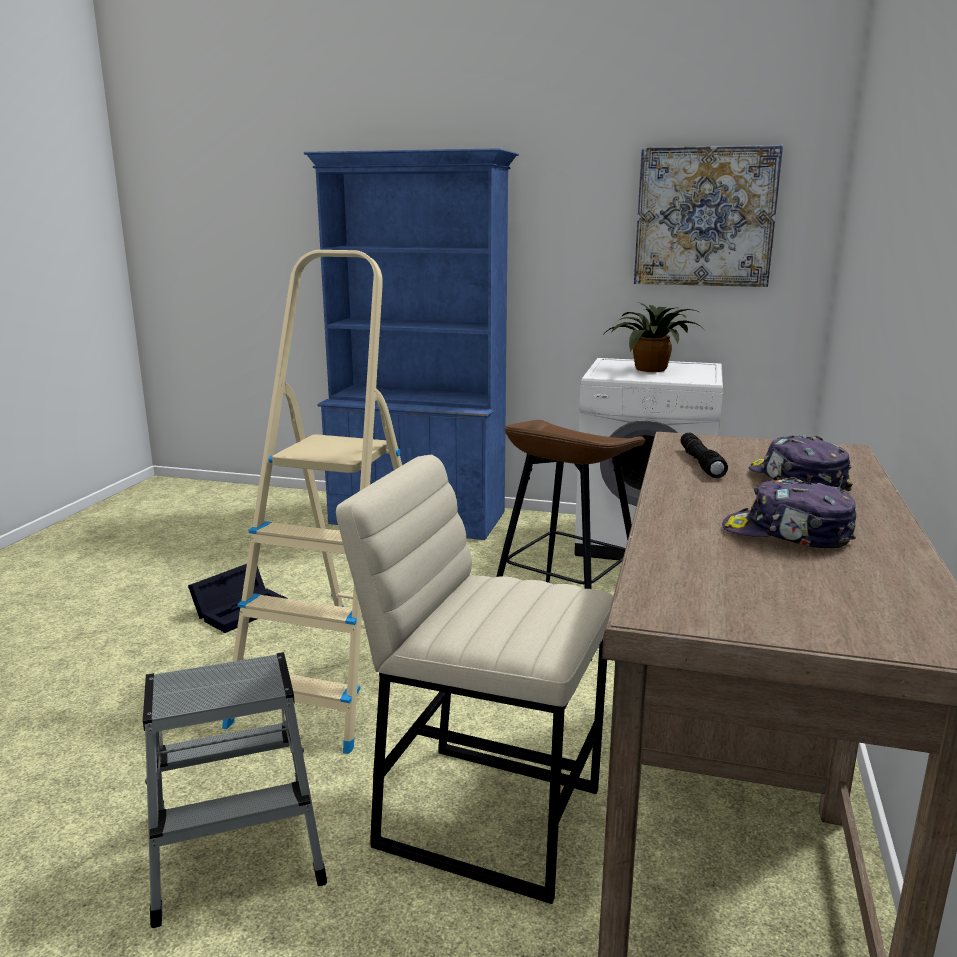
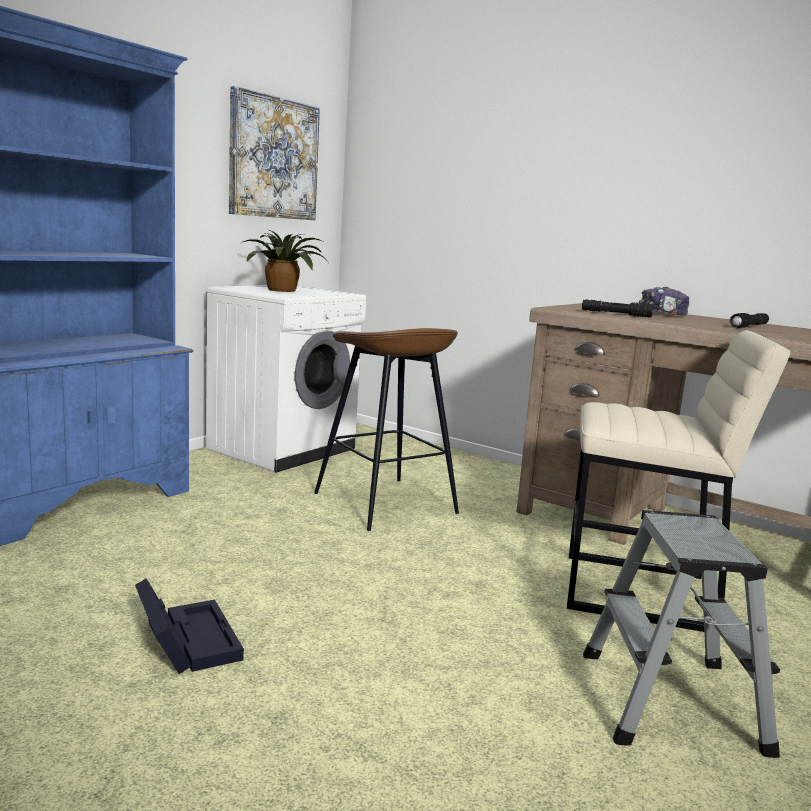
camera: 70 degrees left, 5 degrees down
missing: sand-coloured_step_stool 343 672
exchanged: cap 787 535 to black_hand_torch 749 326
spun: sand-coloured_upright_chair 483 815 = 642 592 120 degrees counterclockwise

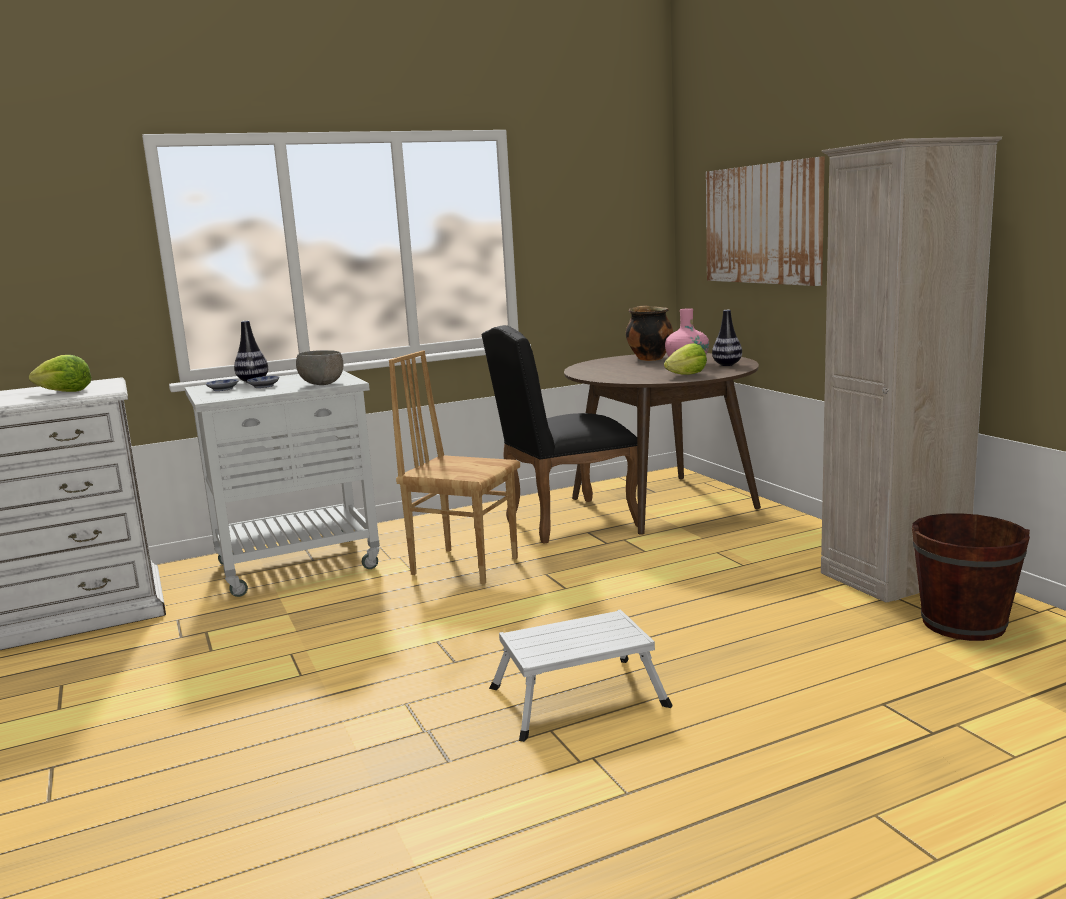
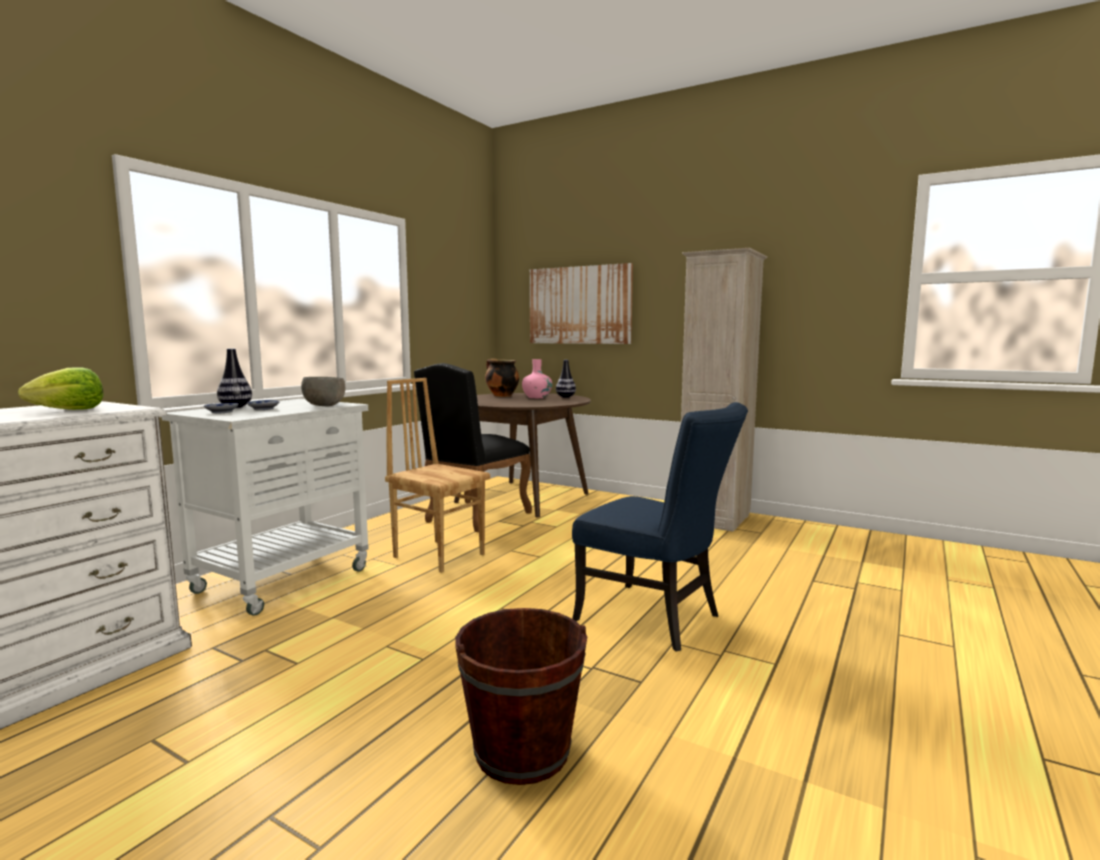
camera: 35 degrees left, 5 degrees down
missing: lettuce_head 686 375
relocated: brownish_pail 963 624 to 522 751
exchanged: whitish_step_stool 577 697 to blue_upright_chair 656 618
spun: brownish_upright_chair 465 565 = 439 555 45 degrees clockwise

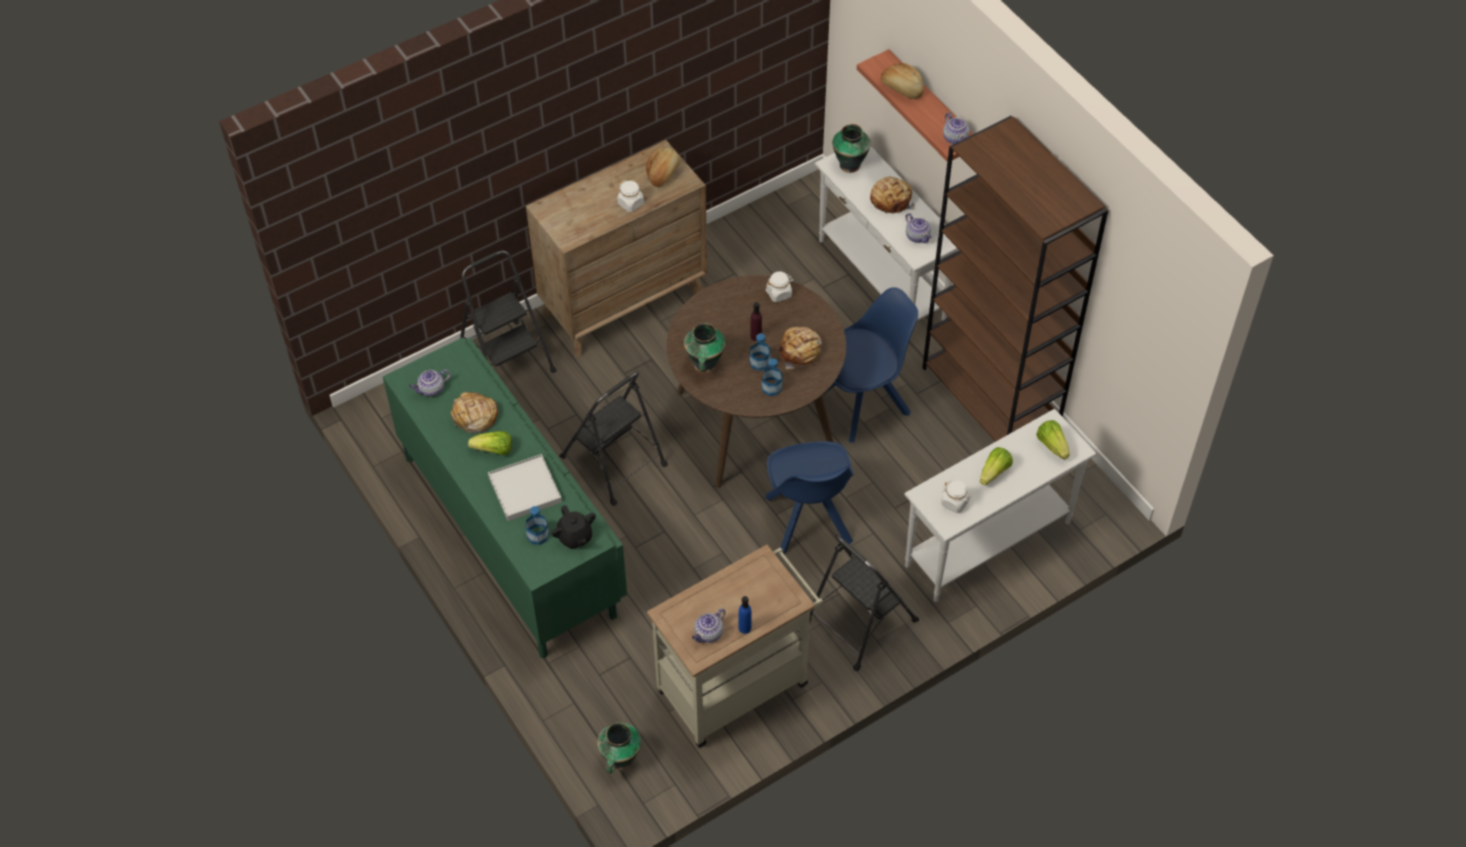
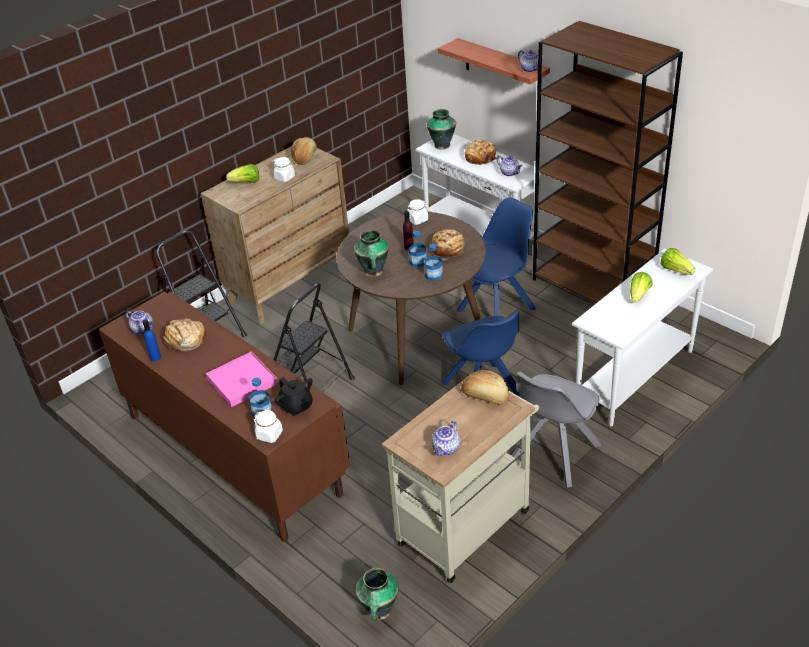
camera: 10 degrees left, 15 degrees down
relocated: bakery_bread 902 88 to 485 396; lettuce_head 494 450 to 246 182; whitish_storage_jar 955 503 to 269 435; blue_drink_bottle 744 628 to 155 357
exchanged: black_step_stool 858 622 to grey_upright_chair 553 454
colour: greenish_cupboard 512 533 to brownish_cupboard 235 451; whitish_tray 525 489 to pink_tray 242 381
spun: teapot 431 390 = 143 329 105 degrees counterclockwise

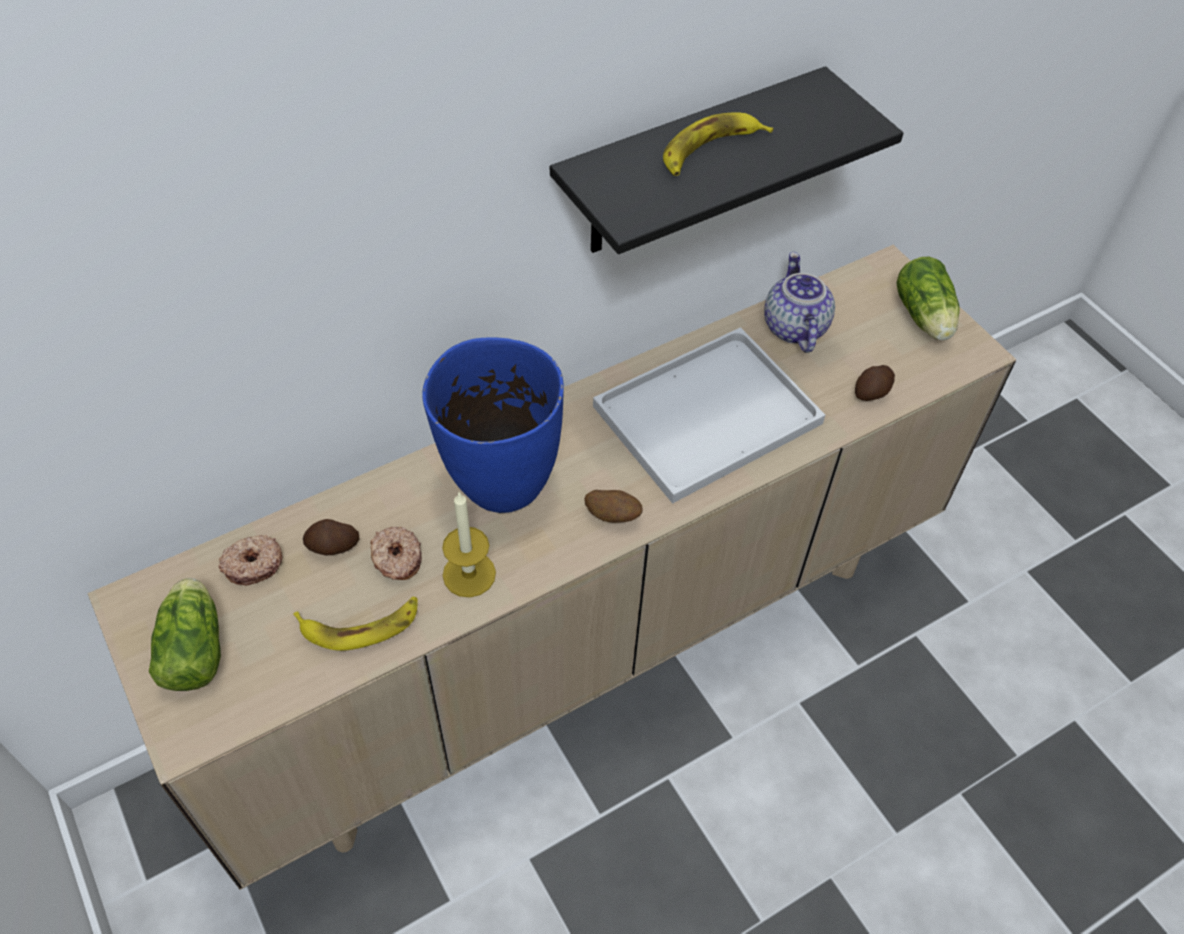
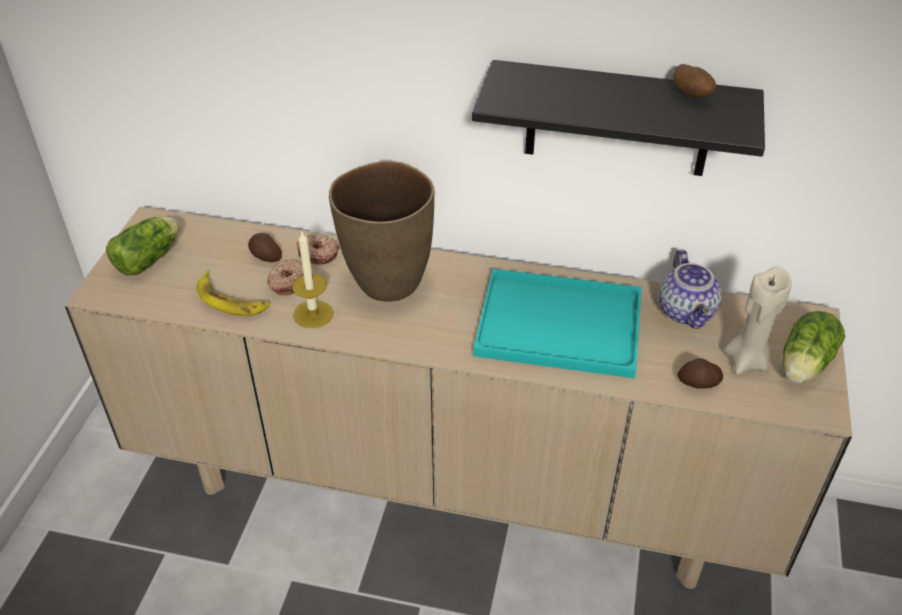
camera: 45 degrees right, 10 degrees down
missing: whole_banana 710 150
appeared: sand-coloured_candle 746 360
relocated: potato 613 515 to 691 96; ring_doughnut 253 564 to 318 253
colour: whitish_tray 705 418 to turquoise-coloured_tray 555 325; blue_decorative_vase 500 484 to brownish_decorative_vase 387 282
spun: teapot 793 327 = 687 312 135 degrees clockwise

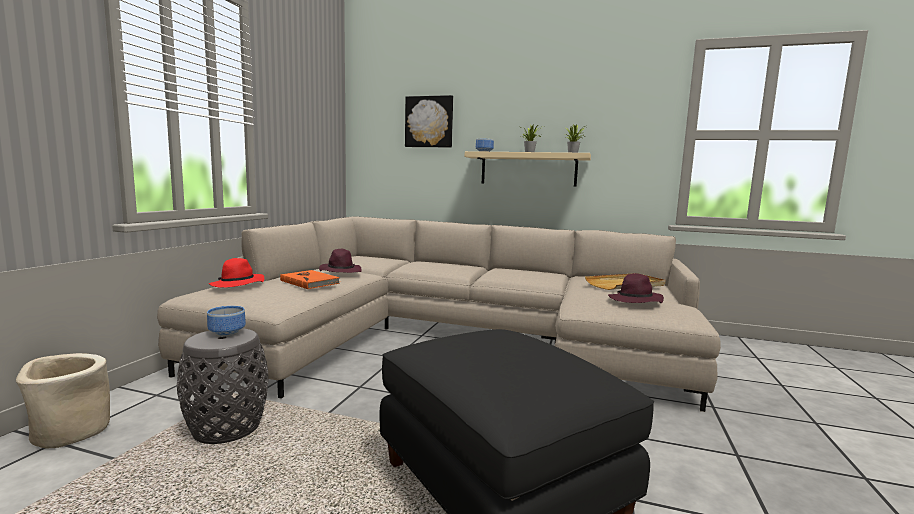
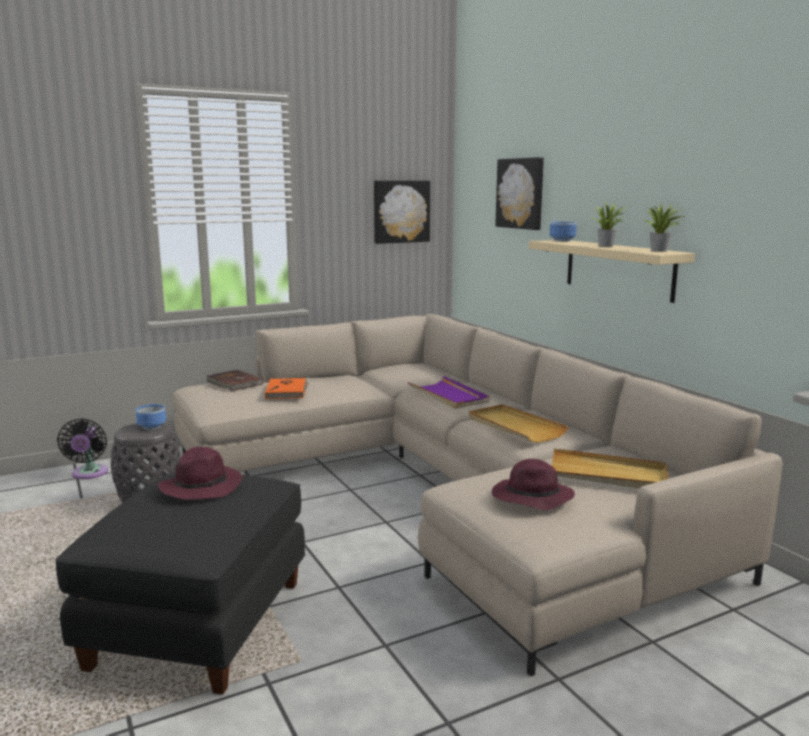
camera: 45 degrees right, 5 degrees up
appeared: wall_picture 401 211; purple-coloured_tray 448 396; sand-coloured_tray 515 427
relocated: purple-coloured_clothing_hat 340 271 to 202 486
exchanged: red_clothing_hat 238 285 to brownish_bound_book 234 383; sand-coloured_plant_pot 69 432 to black_electric_fan 89 474

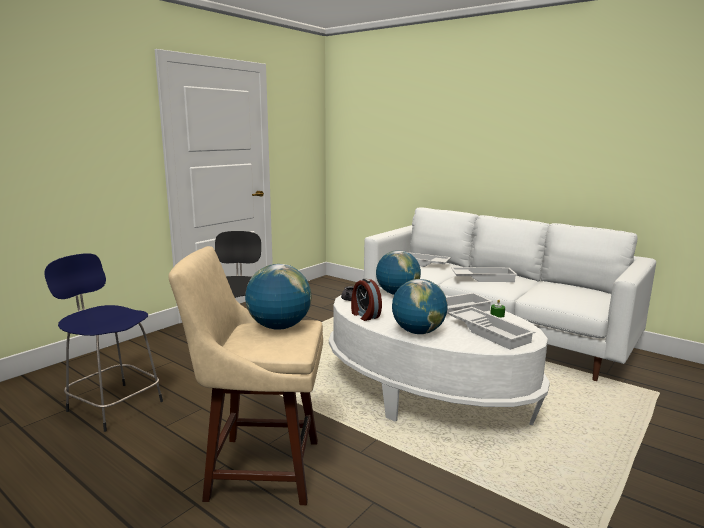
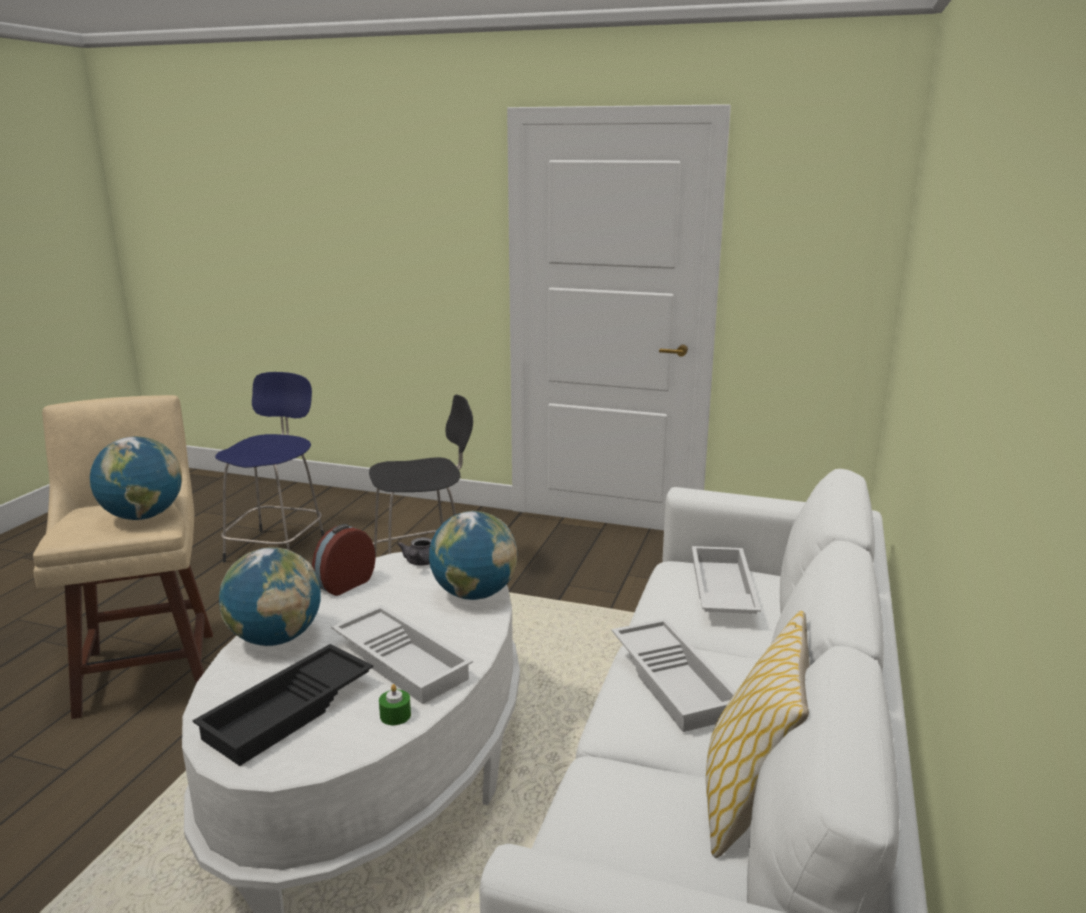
camera: 70 degrees right, 5 degrees up
appeared: cushion 749 799
colour: whitish_tray 490 332 to black_tray 289 712

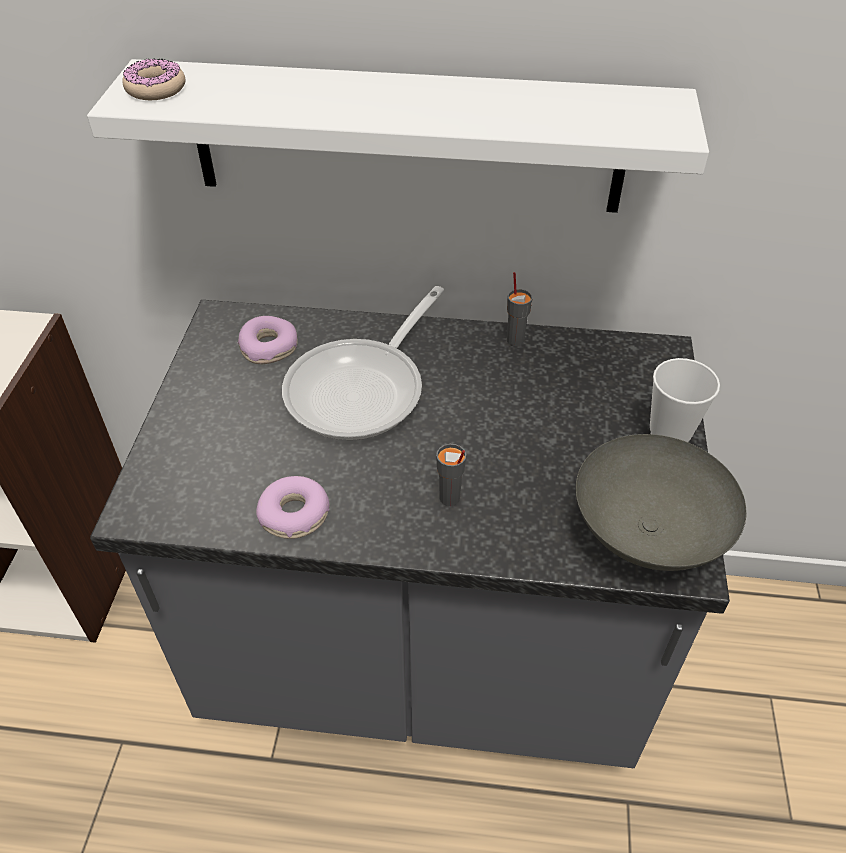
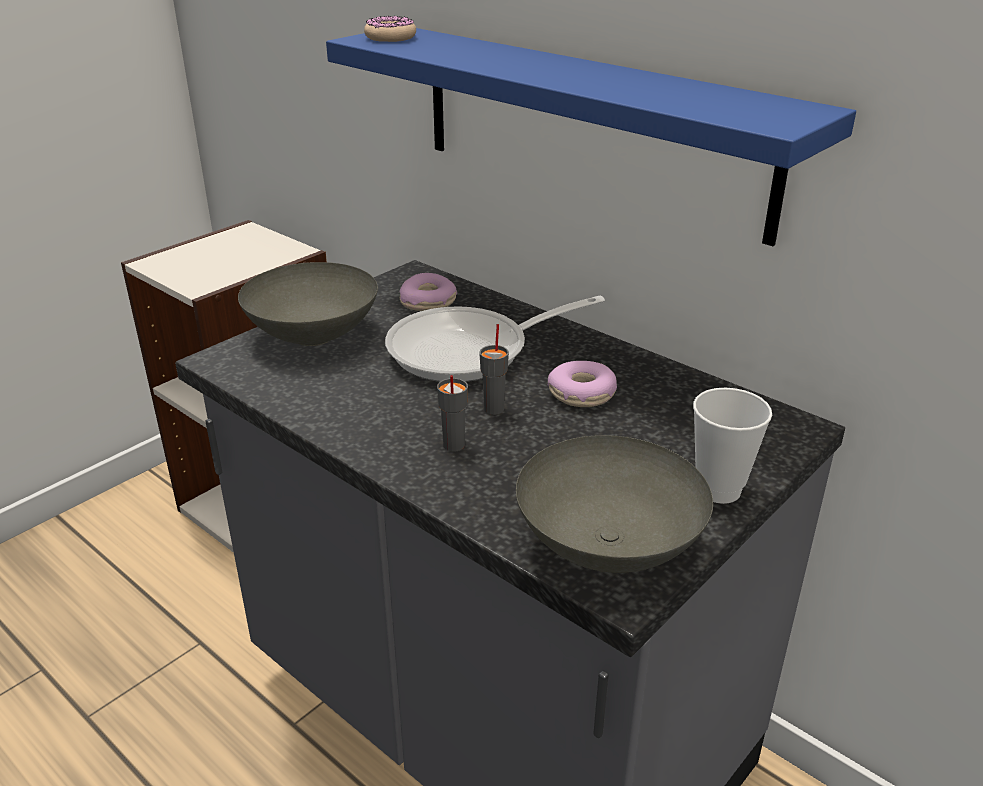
camera: 35 degrees right, 15 degrees down
appeared: grey_deep_dish 315 335
relocated: grey_drinking_cup 515 340 to 494 408; ring_doughnut 294 515 to 582 394
colour: whitish_bracket_shelf 407 138 to blue_bracket_shelf 588 128

